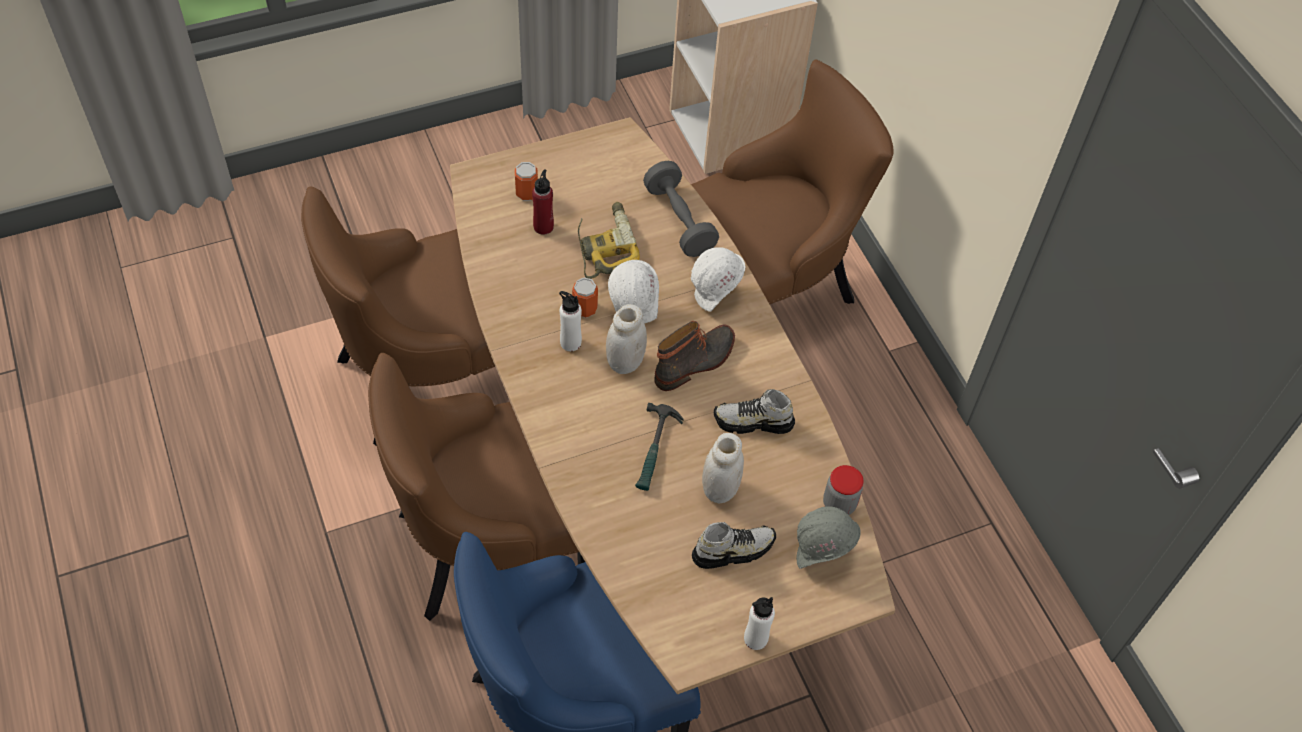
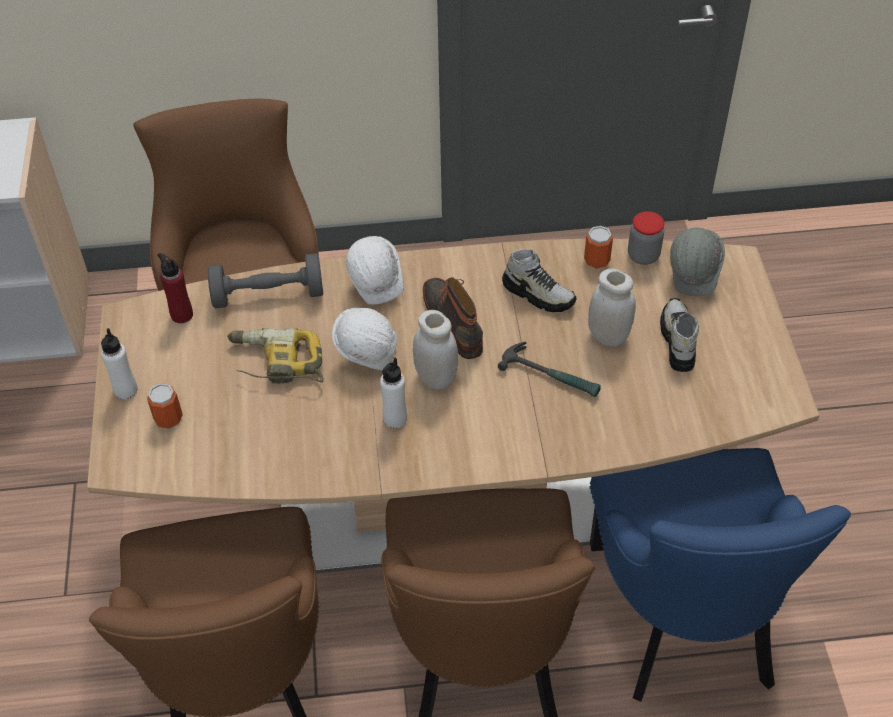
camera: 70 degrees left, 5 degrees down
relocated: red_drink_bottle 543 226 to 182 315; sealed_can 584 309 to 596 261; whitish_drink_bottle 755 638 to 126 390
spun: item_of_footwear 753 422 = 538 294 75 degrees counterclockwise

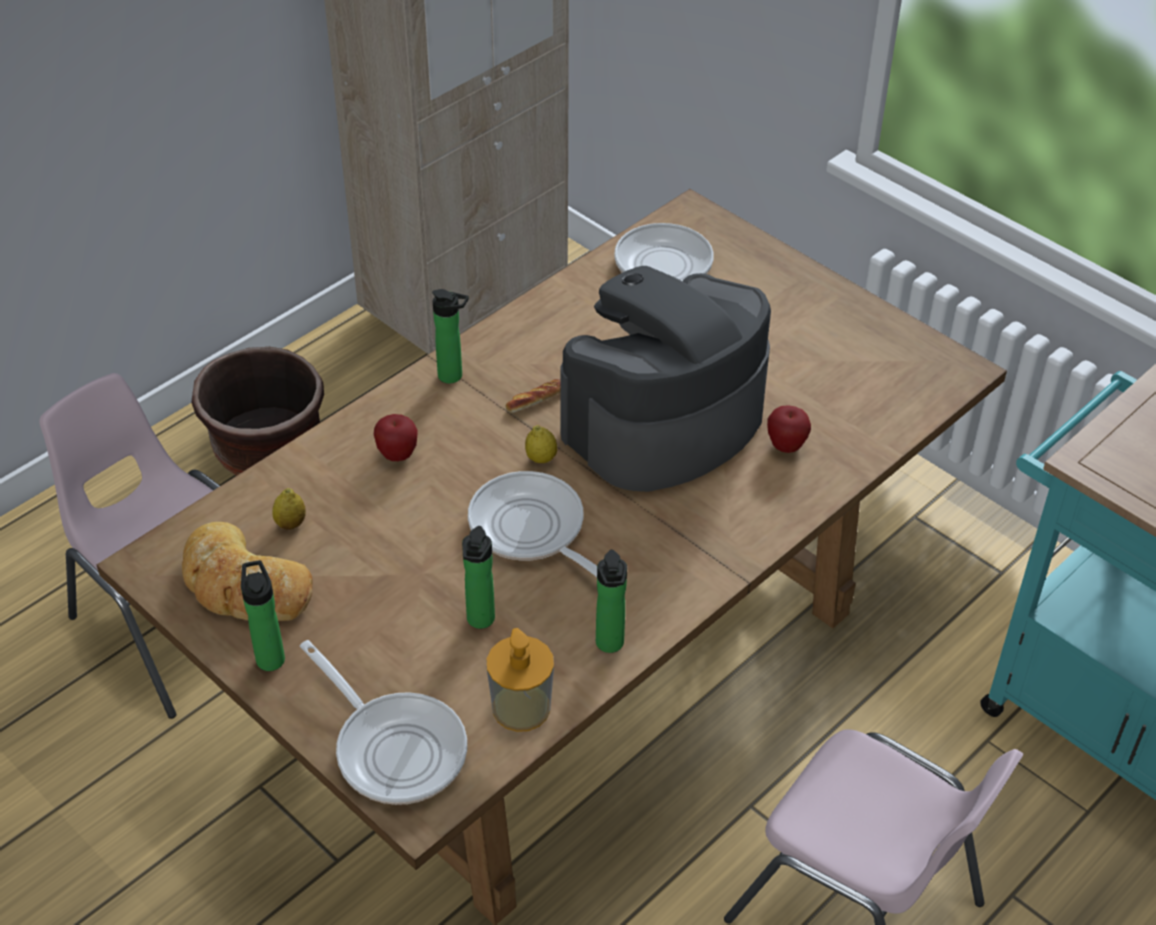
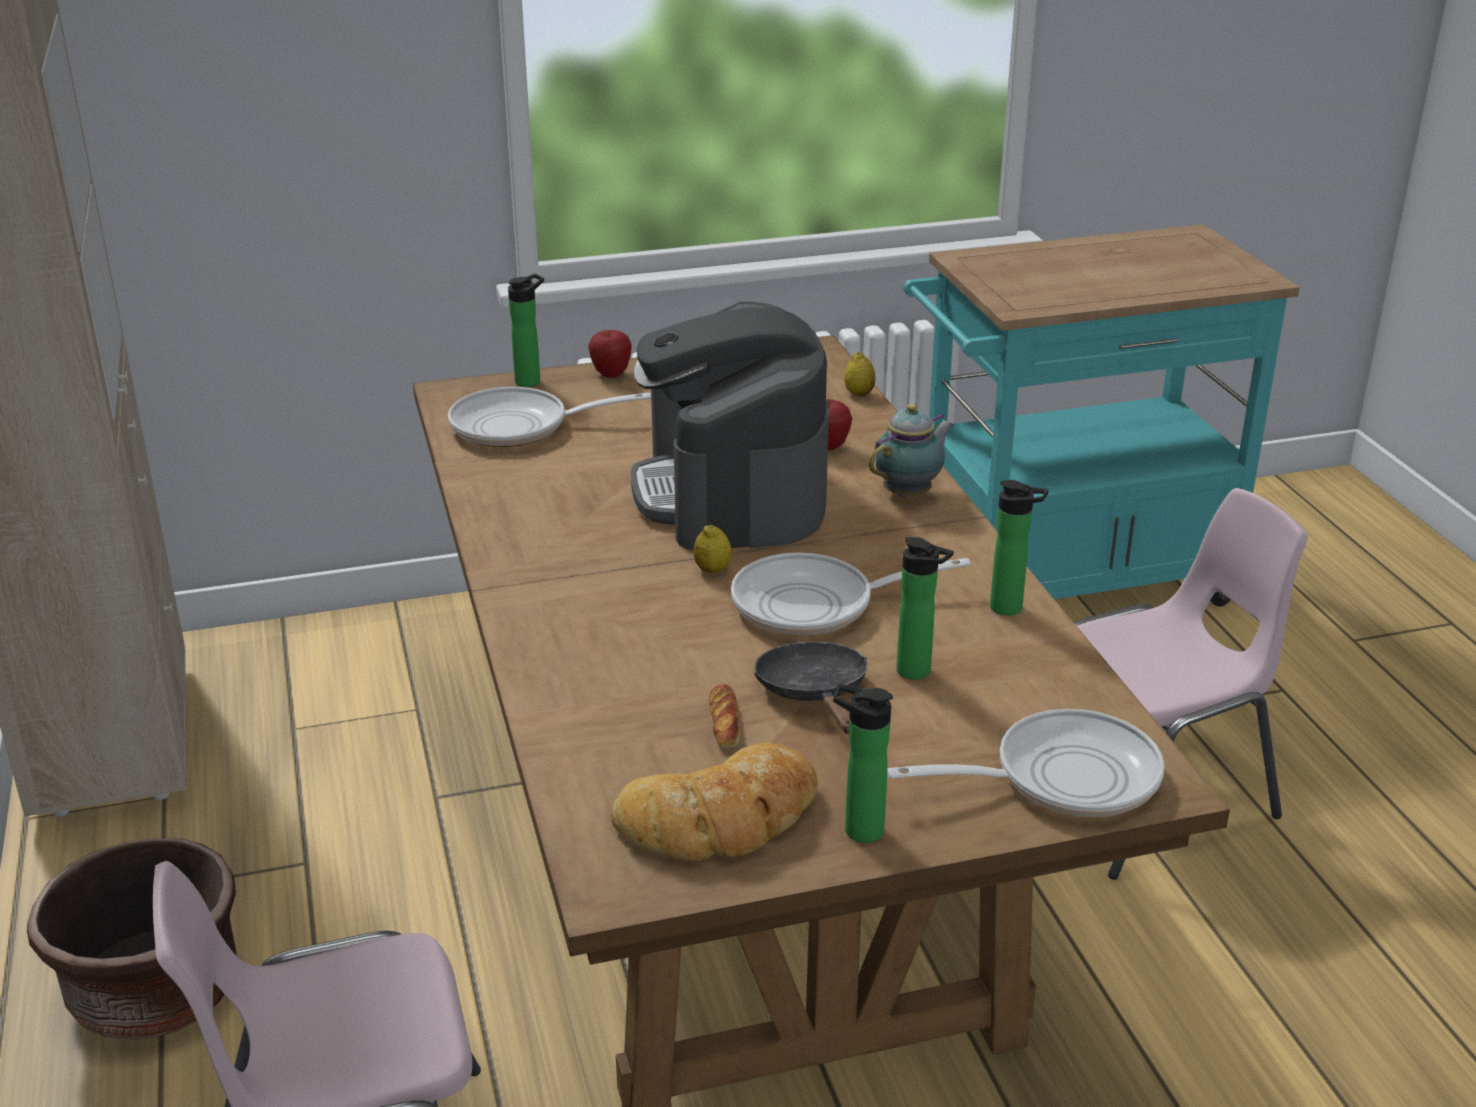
camera: 60 degrees left, 15 degrees down
missing: soap_dispenser 521 707
appeared: teapot 910 493; black_pan 814 693
relocated: drink_bottle 454 376 to 531 381; bakery_bread 536 400 to 725 722; apple 397 455 to 611 374; whole_lemon 291 524 to 859 393

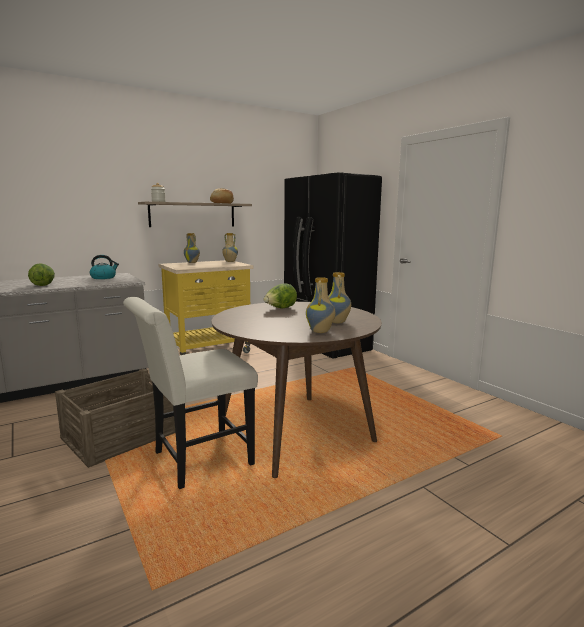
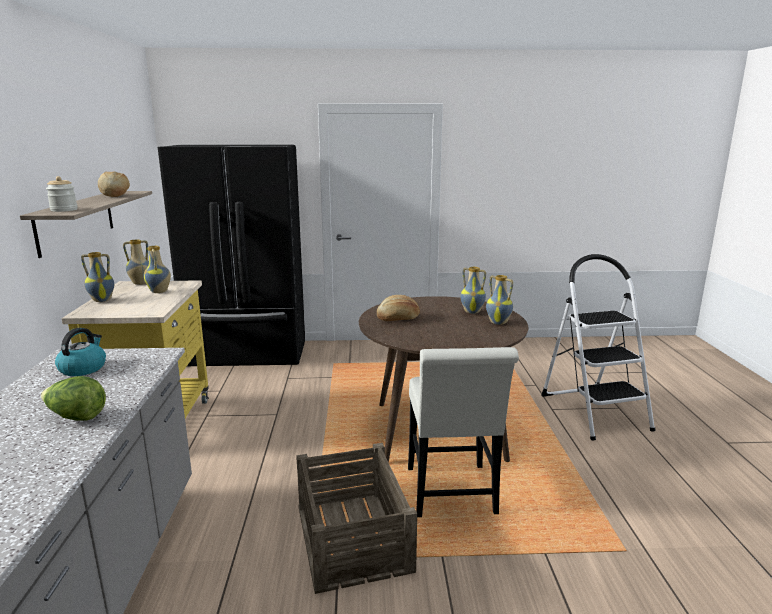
camera: 60 degrees left, 5 degrees up
appeared: decorative_vase 160 291; step_stool 593 411
exchanged: lettuce_head 280 308 to bakery_bread 398 318

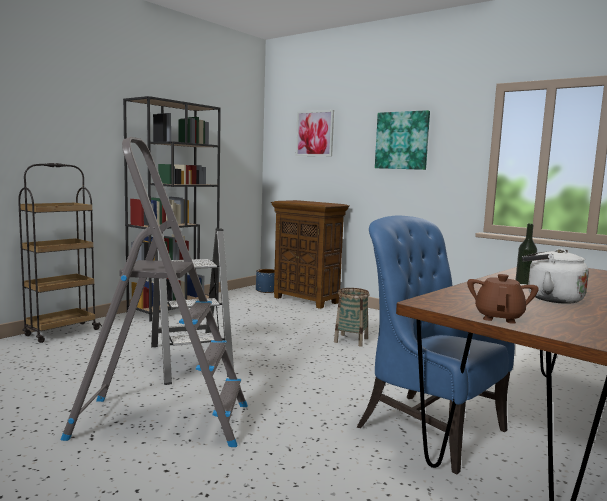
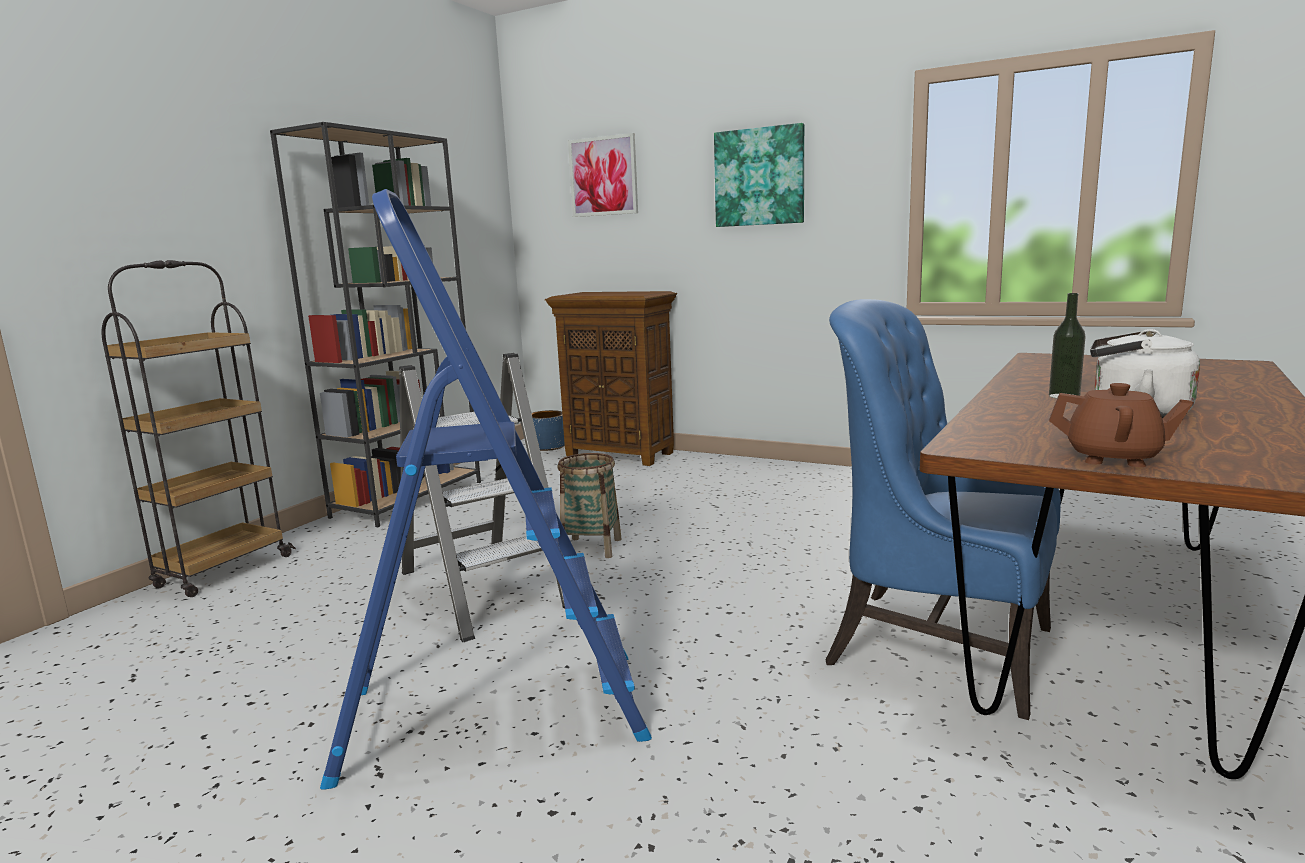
camera: 10 degrees left, 5 degrees up
relocated: basket 351 340 to 591 547
colour: grey_step_stool 162 421 to blue_step_stool 495 714
spun: brownish_teapot 499 317 = 1113 458 105 degrees clockwise

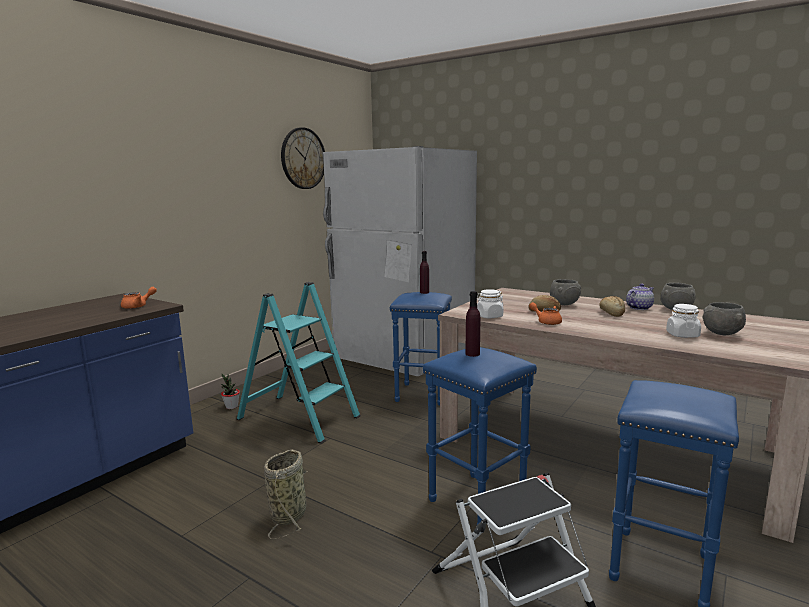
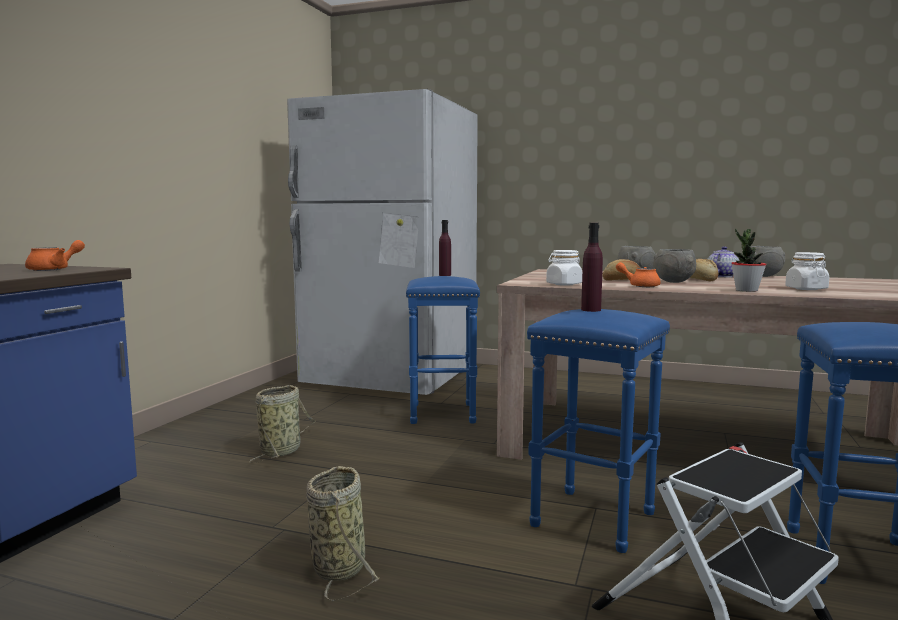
camera: 15 degrees left, 5 degrees down
missing: clock_on_the_wall 303 158
relocated: grey_deep_dish 722 334 to 674 282; potted_plant 231 407 to 746 290
exchanged: turquoise-coloured_step_stool 297 417 to basket 282 451

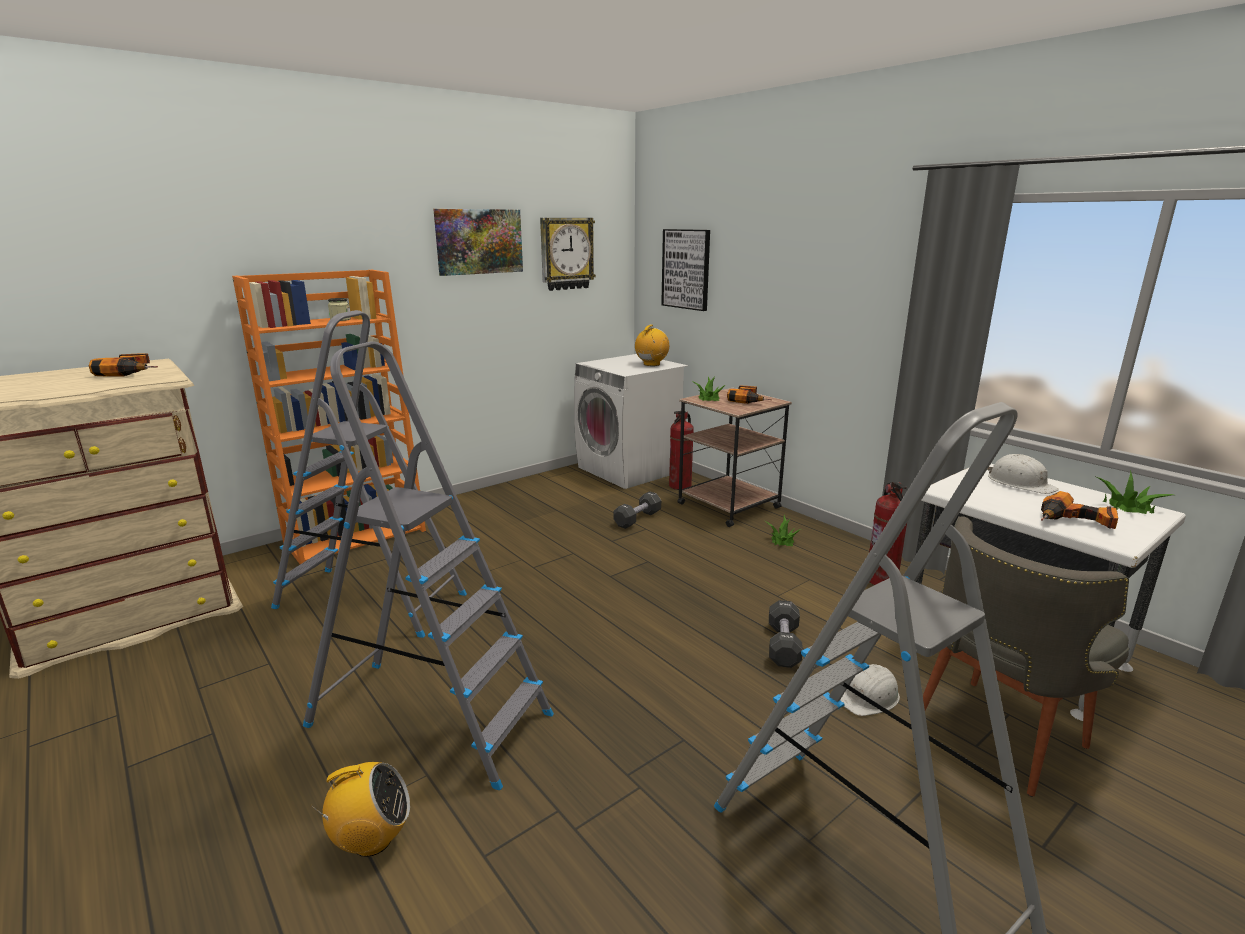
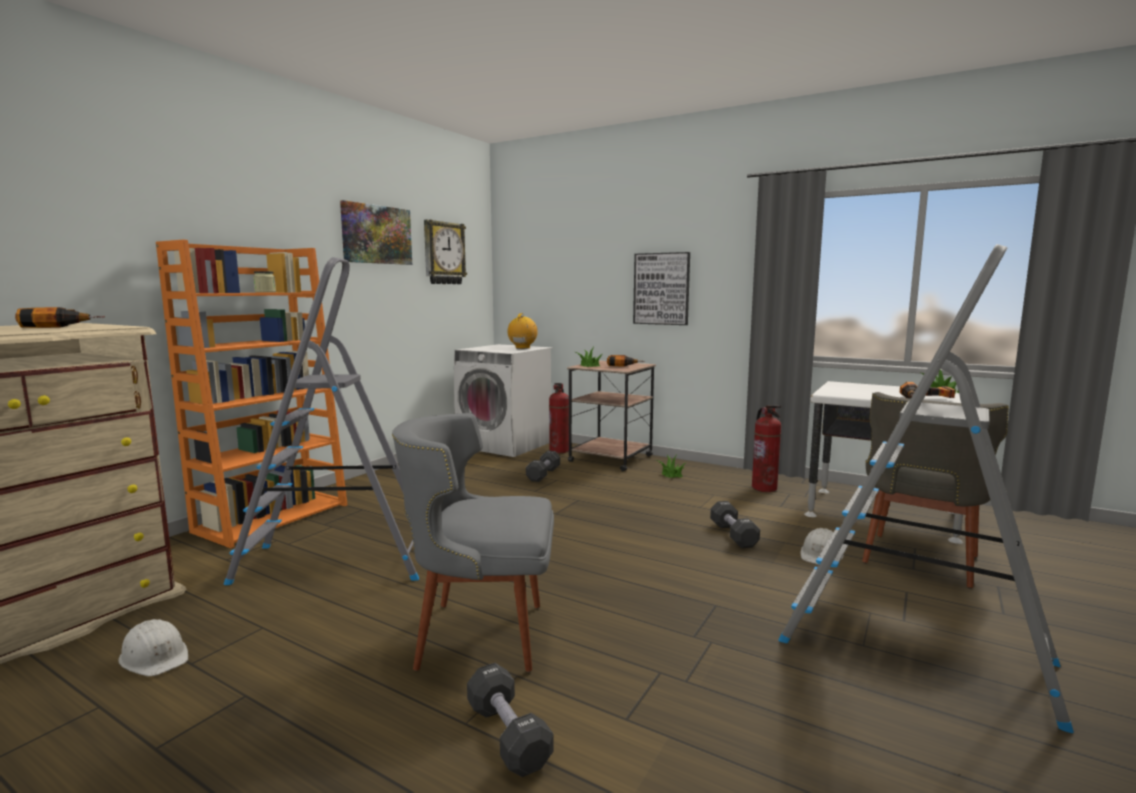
camera: 20 degrees left, 10 degrees down
relocated: wall_picture 686 269 to 661 289; whitish_hard_hat 1020 483 to 155 657
exchanged: grey_step_stool 431 720 to grey_upright_chair 483 636; radio_receiver 371 840 to black_dumbbell 508 735

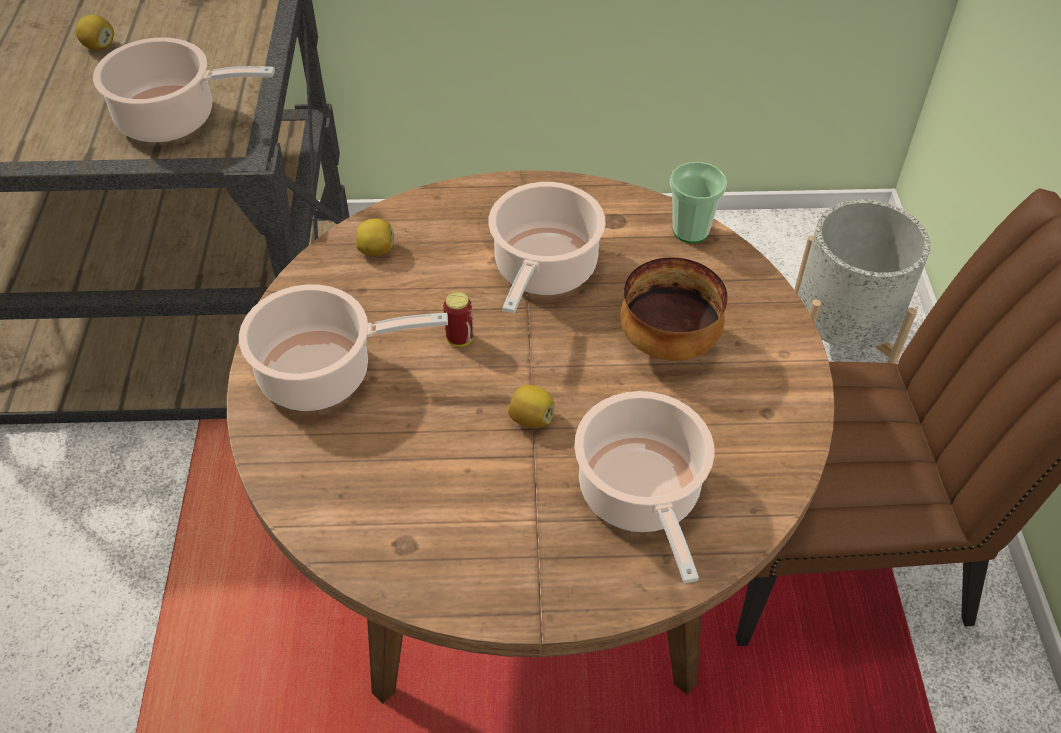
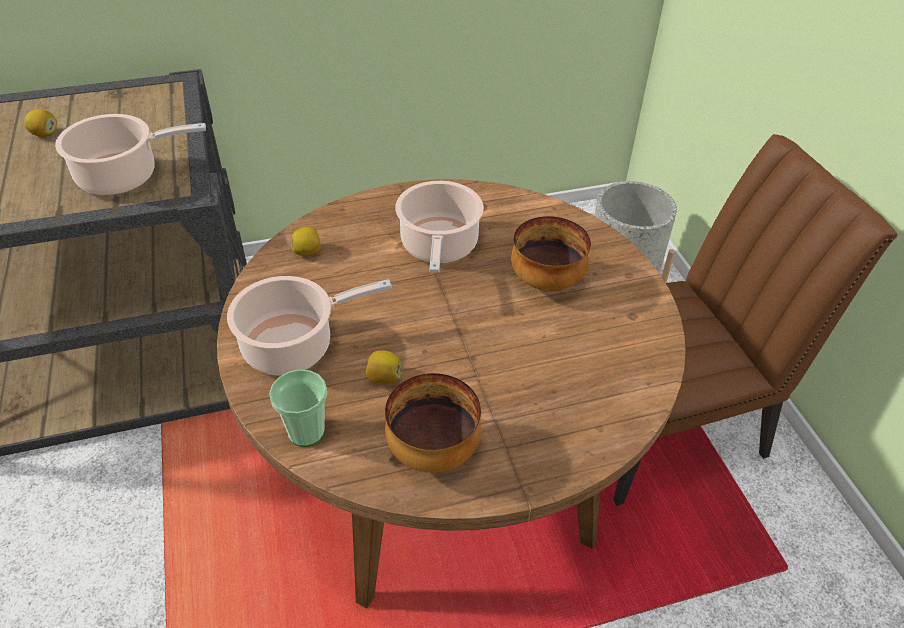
camera: 15 degrees left, 5 degrees down
missing: sealed_can 460 339; stockpot 641 496
appeared: deep_dish 431 451
relocated: drinking_cup 690 230 to 306 432; whole_lemon 531 418 to 384 377

